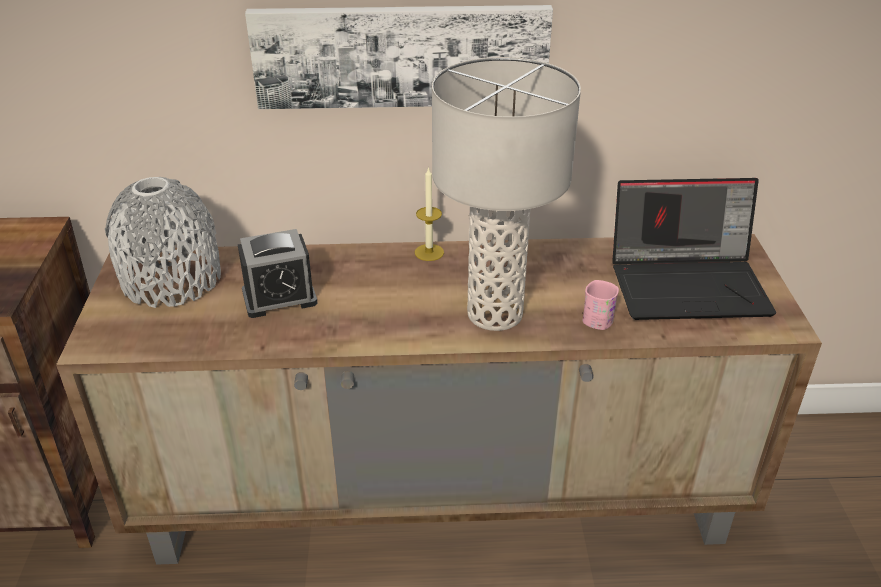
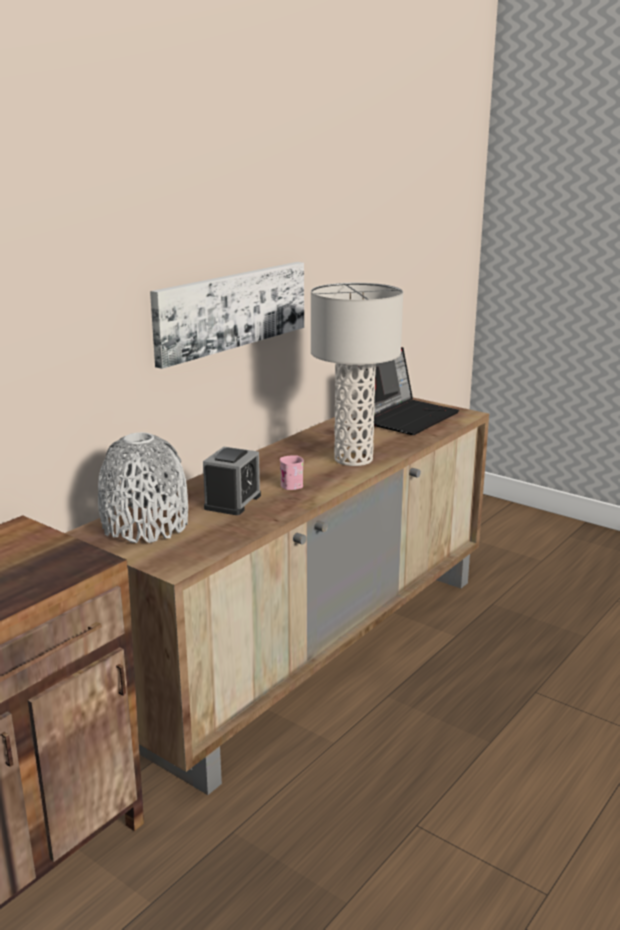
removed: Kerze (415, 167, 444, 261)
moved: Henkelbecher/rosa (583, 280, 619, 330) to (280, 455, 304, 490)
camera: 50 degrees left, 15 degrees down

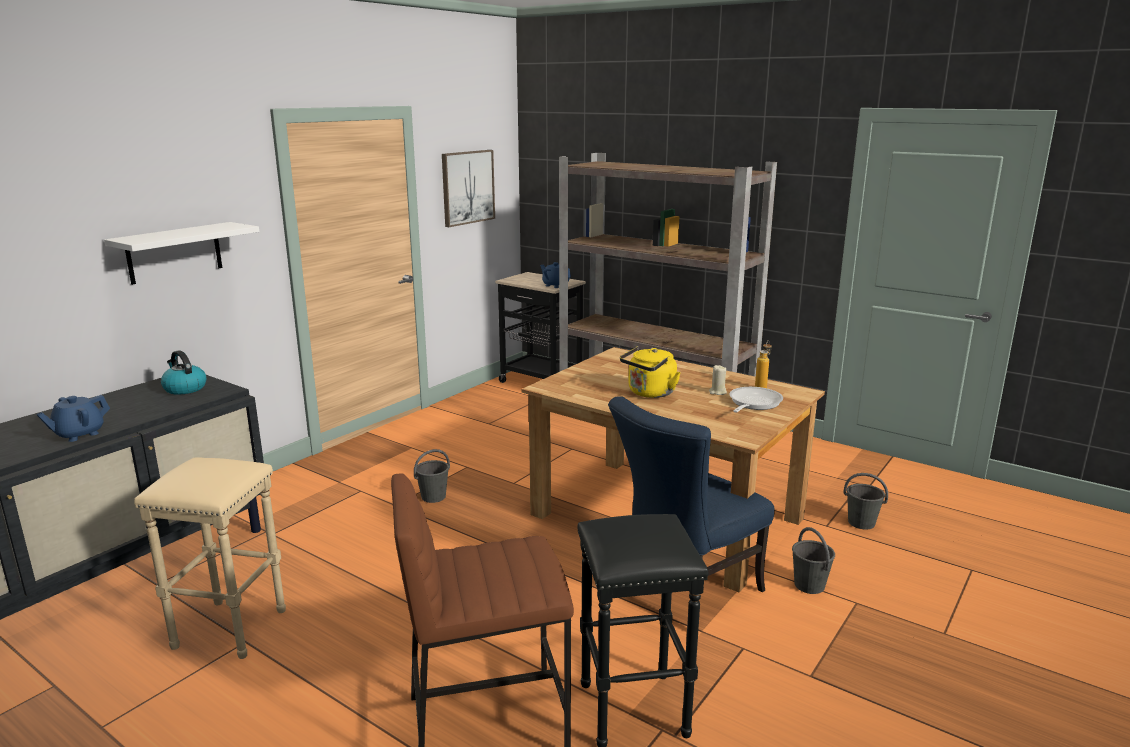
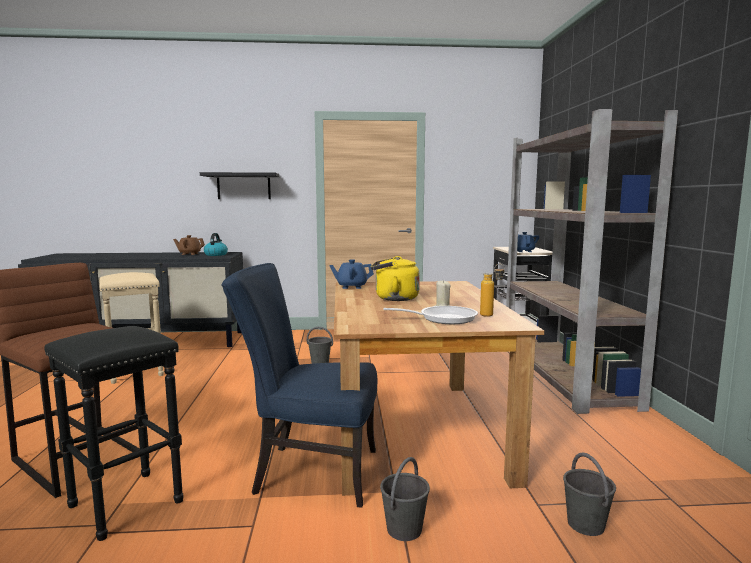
removed: Bild (442, 150, 495, 227)
added: Teekanne/braun (173, 235, 205, 255)
moved: Teekanne/blau (36, 395, 110, 442) to (330, 259, 374, 289)
recoloured: Wandregal/weiß (104, 222, 259, 285) to Wandregal/schwarz (200, 172, 279, 199)
camera: 50 degrees right, 10 degrees down

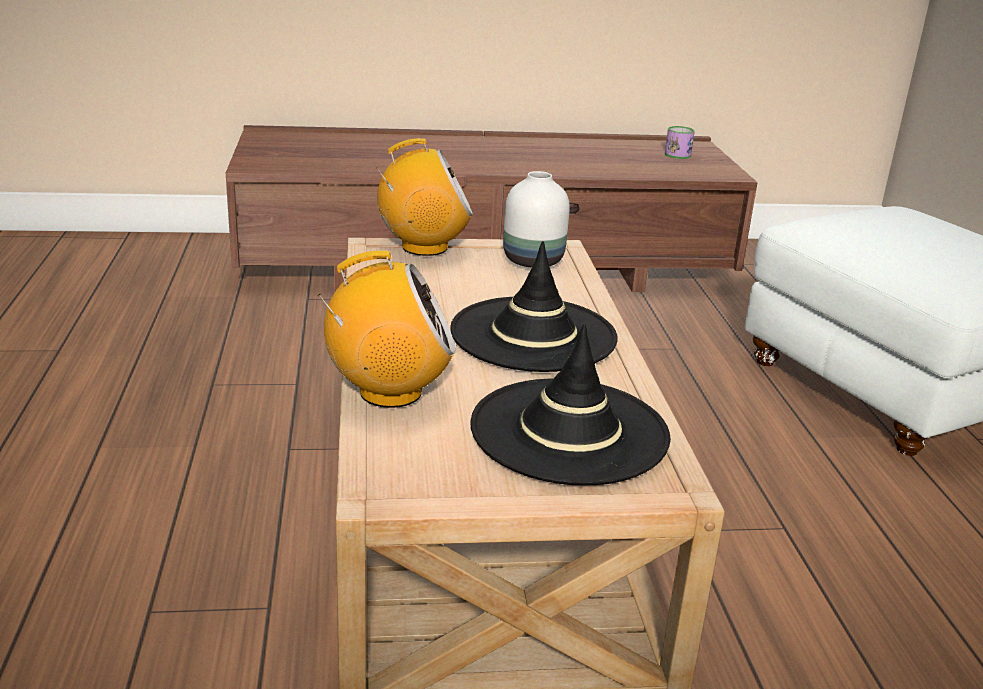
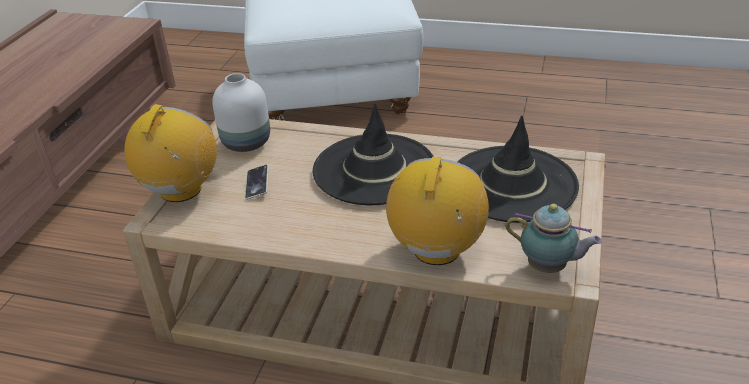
removed: Henkelbecher (665, 126, 695, 159)
added: Handy (245, 165, 269, 200); Teekanne (506, 204, 602, 273)
camera: 65 degrees left, 10 degrees up

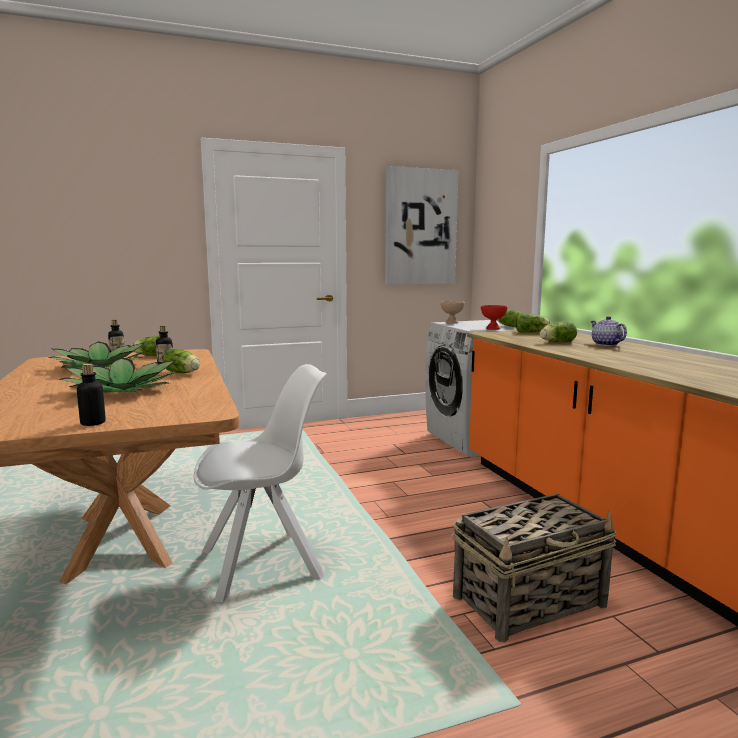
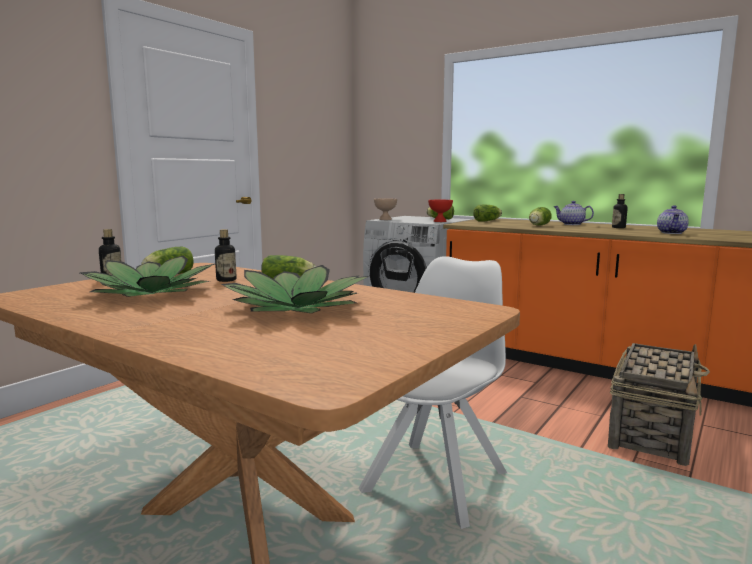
removed: Bild (385, 166, 458, 285)
added: Teekanne (657, 205, 689, 234)
moved: Flasche (77, 364, 106, 426) to (612, 194, 628, 228)
camera: 35 degrees left, 0 degrees up

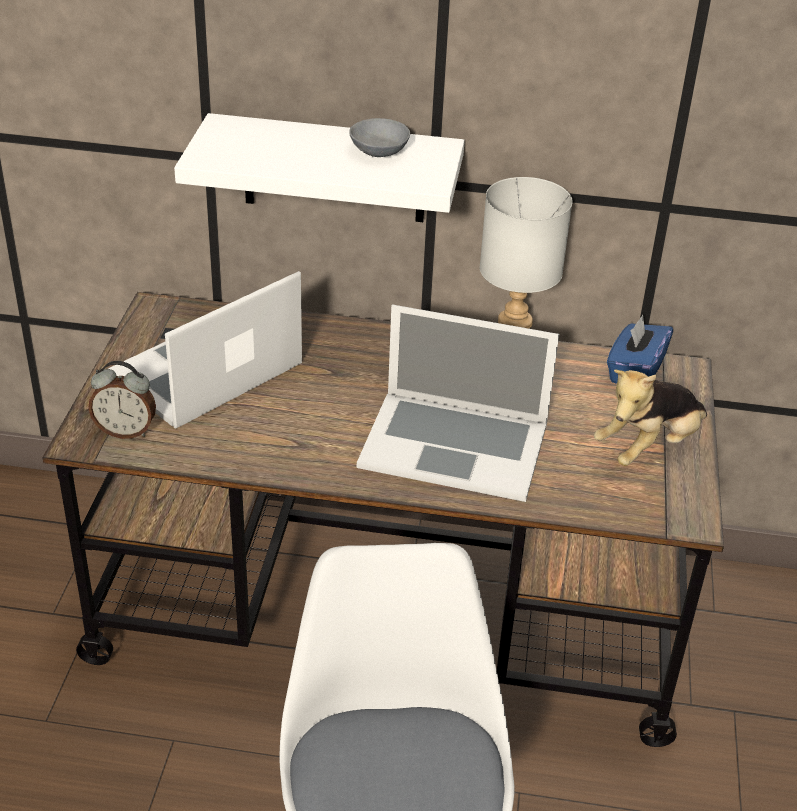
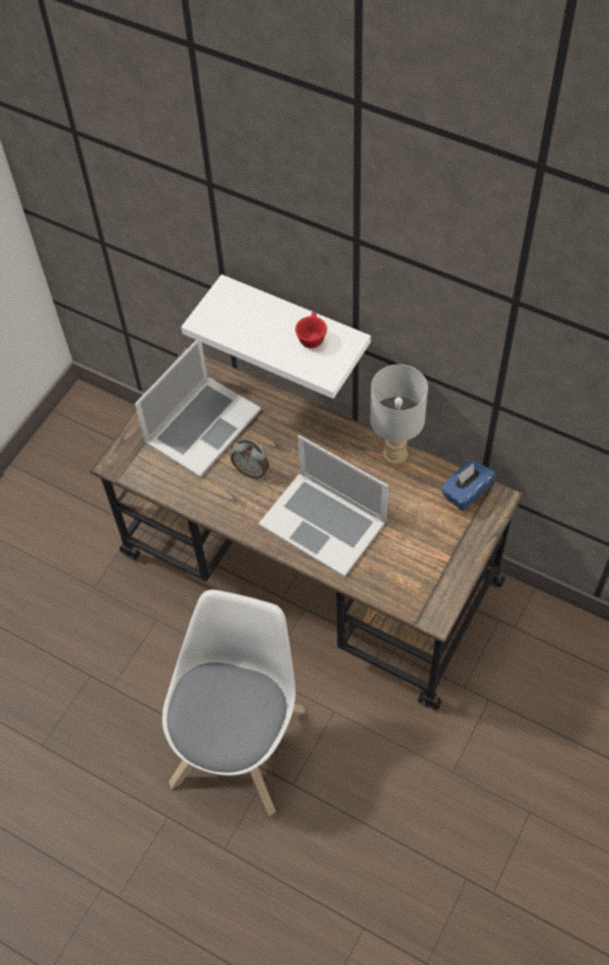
removed: Plüschtier (594, 369, 707, 466)
moved: Wecker (88, 361, 156, 439) to (231, 440, 269, 479)
replaced: Schüssel/grau (349, 118, 410, 157) to Tasse/rot (295, 312, 327, 348)
turned: Laptop (108, 271, 302, 429) = (135, 340, 261, 477) 150 degrees clockwise
camera: 25 degrees right, 20 degrees up

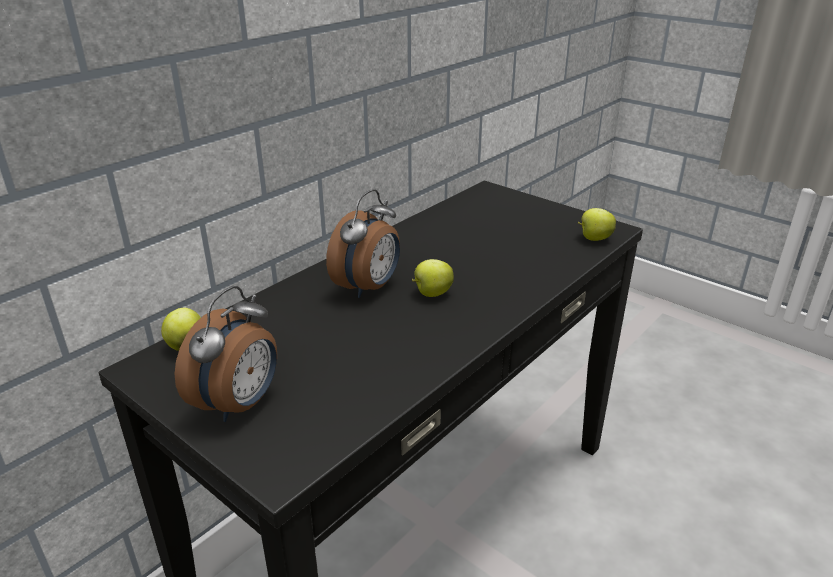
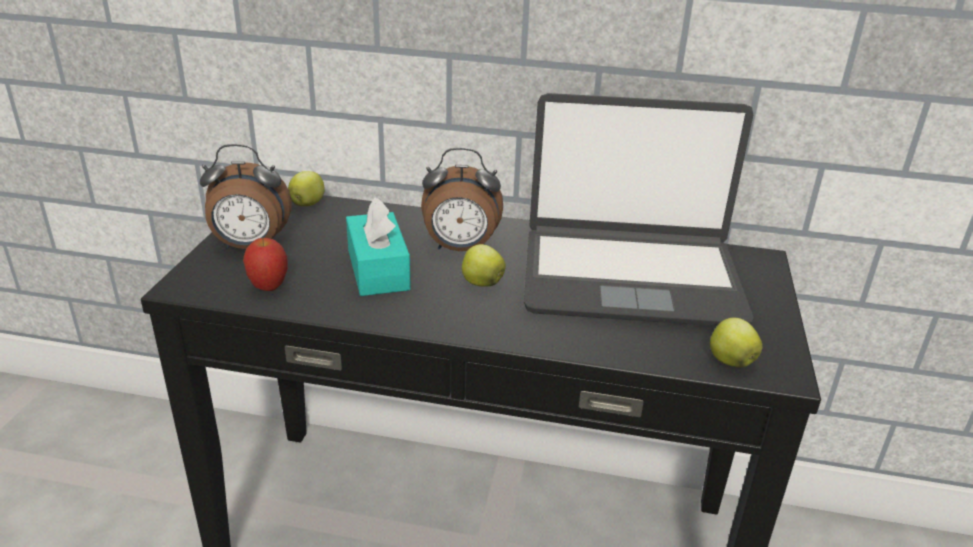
added: Apfel (243, 238, 288, 291); Taschentuchbox/türkis (346, 197, 411, 296); Laptop (524, 93, 754, 326)
camera: 60 degrees right, 0 degrees up

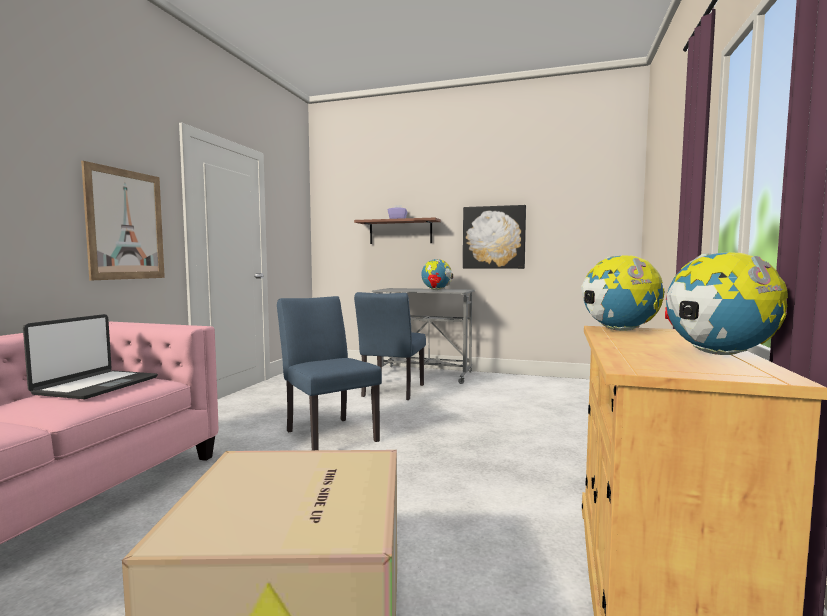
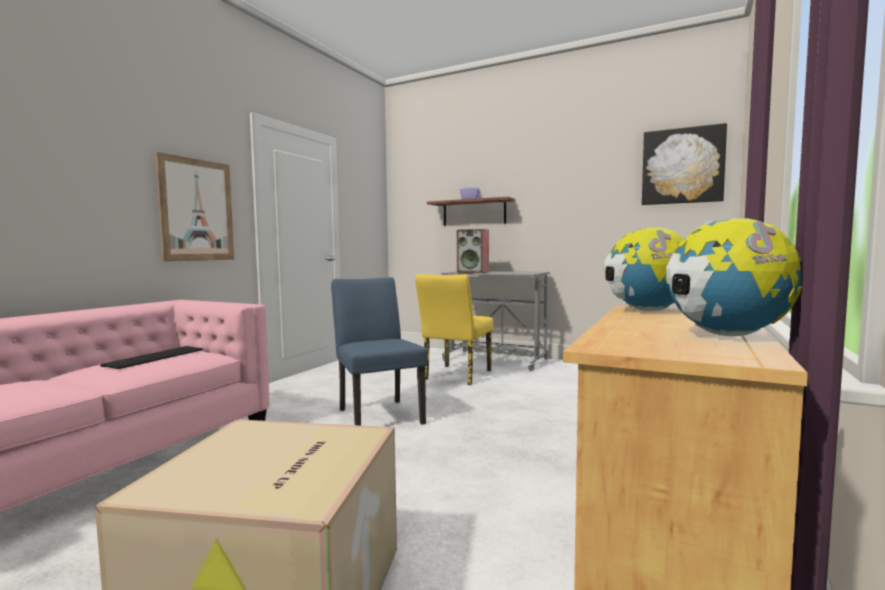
removed: Globus (421, 259, 453, 290)
added: Lautsprecher (457, 229, 489, 273)
moved: Bild (463, 205, 526, 269) to (642, 123, 727, 205)
replaced: Laptop (23, 314, 158, 399) to Tastatur (100, 346, 203, 369)
recoloured: Stuhl/blau (354, 292, 426, 400) to Stuhl/gelb (415, 274, 493, 385)
camera: 10 degrees right, 0 degrees up

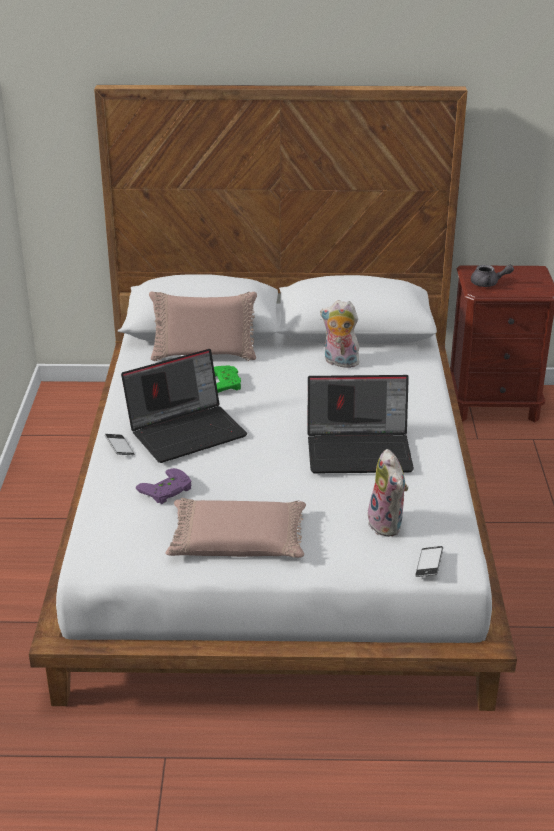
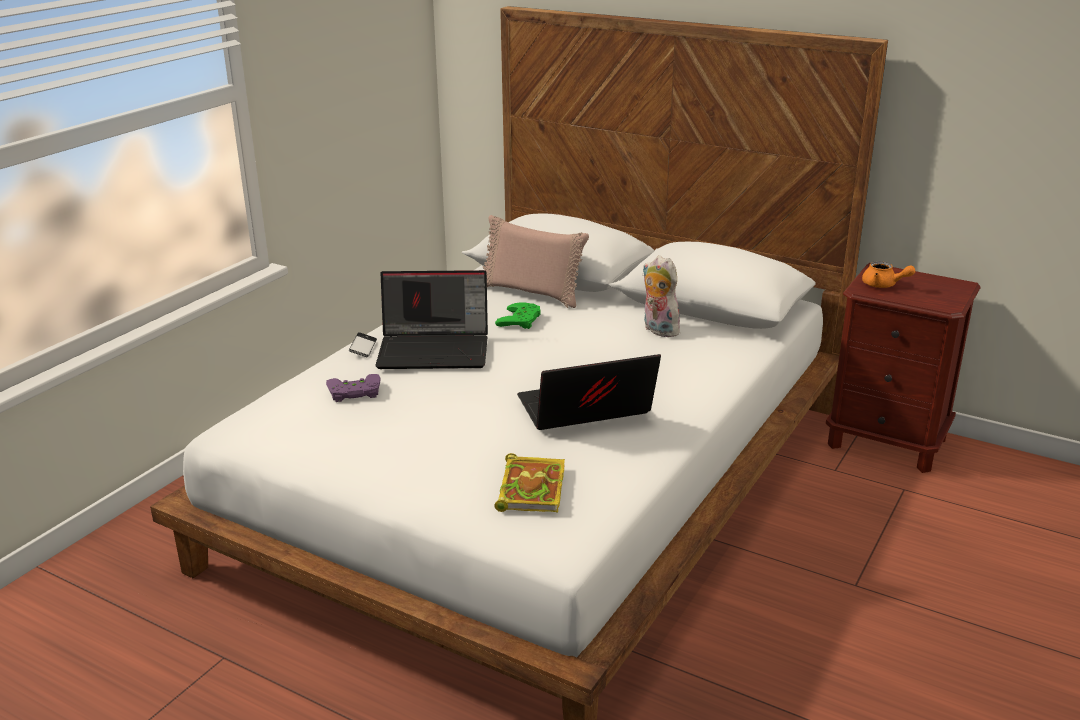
removed: Kissen/beige (165, 498, 306, 558); Handy (415, 546, 443, 577)
replaced: Plüschtier (368, 449, 408, 537) to Buch (494, 453, 565, 513)
recoloured: Teekanne/grau (471, 265, 514, 287) to Teekanne/orange (862, 261, 915, 288)
turned: Laptop (308, 375, 414, 473) = (517, 354, 661, 430) 135 degrees clockwise
camera: 30 degrees right, 5 degrees down

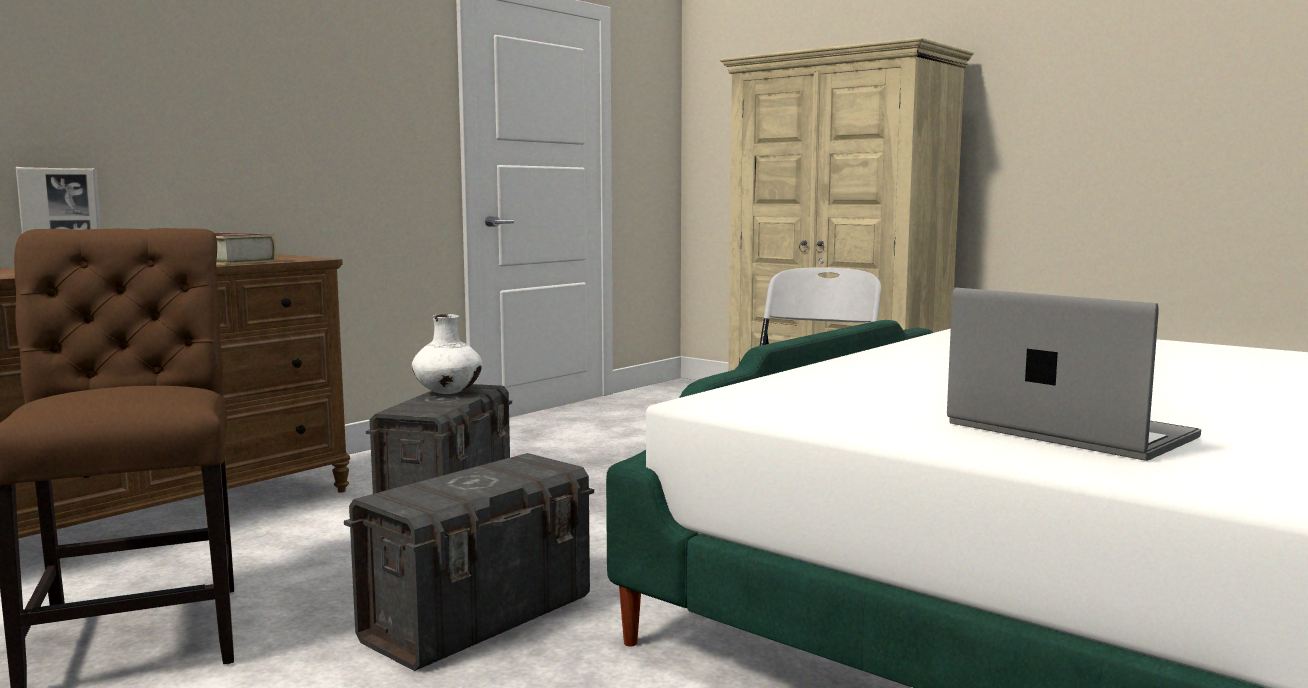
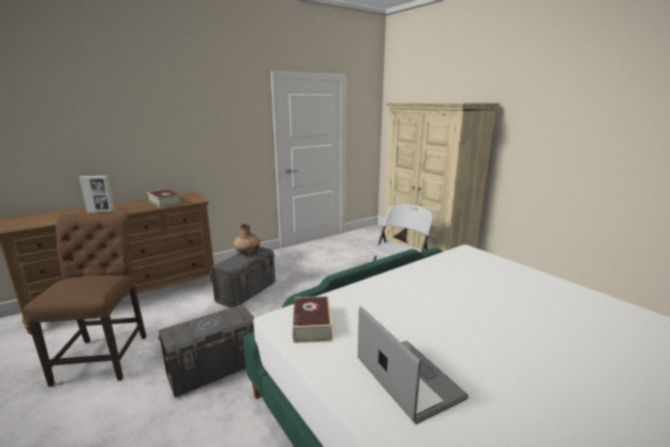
added: Buch (292, 296, 332, 343)
recoloured: Vase/weiß (412, 314, 482, 394) to Vase/braun (233, 224, 260, 255)
camera: 15 degrees right, 10 degrees up

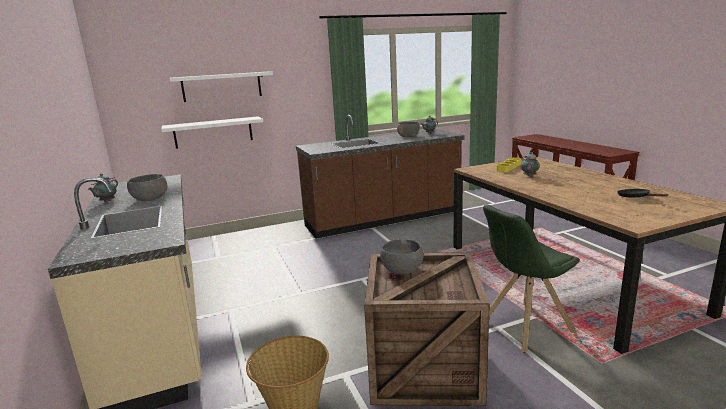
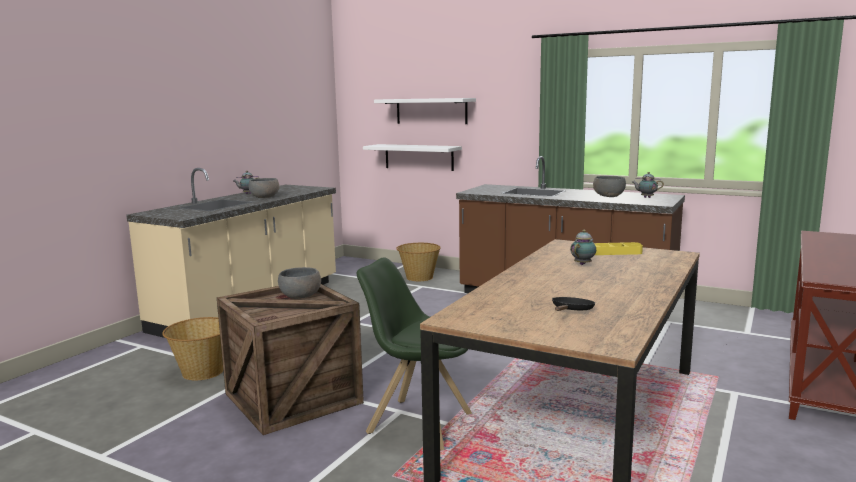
added: Korb (396, 243, 441, 281)
camera: 50 degrees right, 5 degrees down

